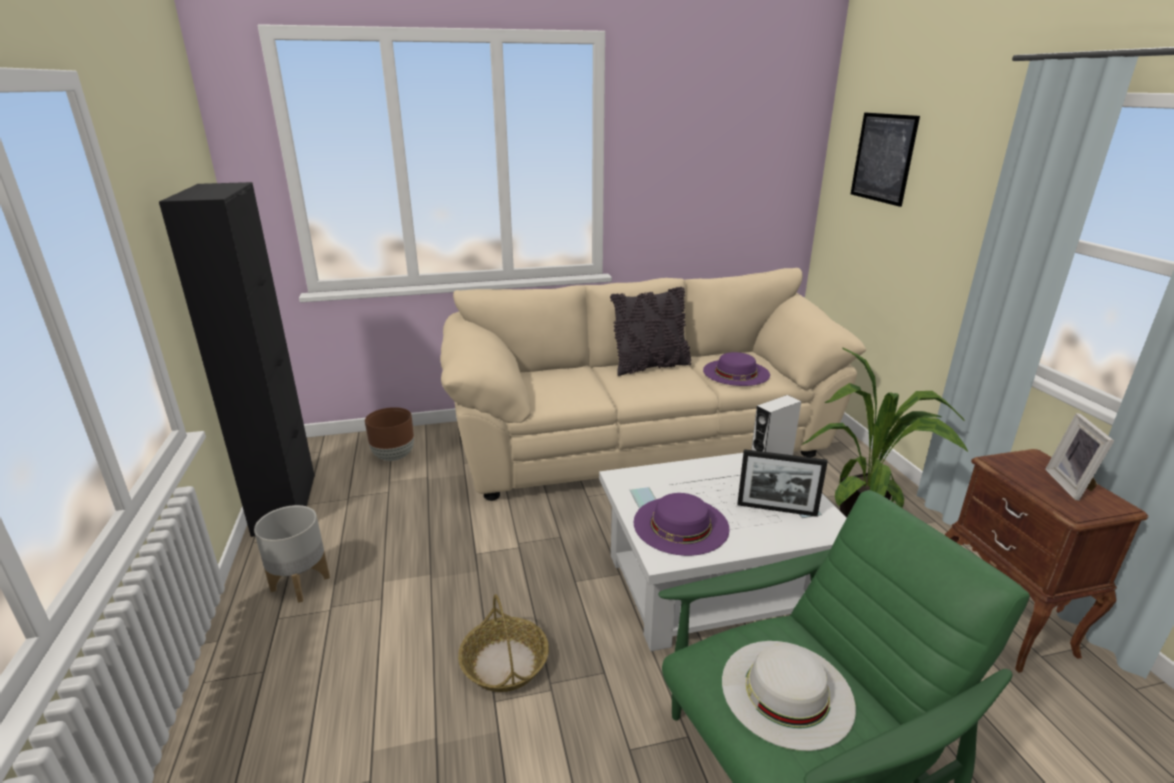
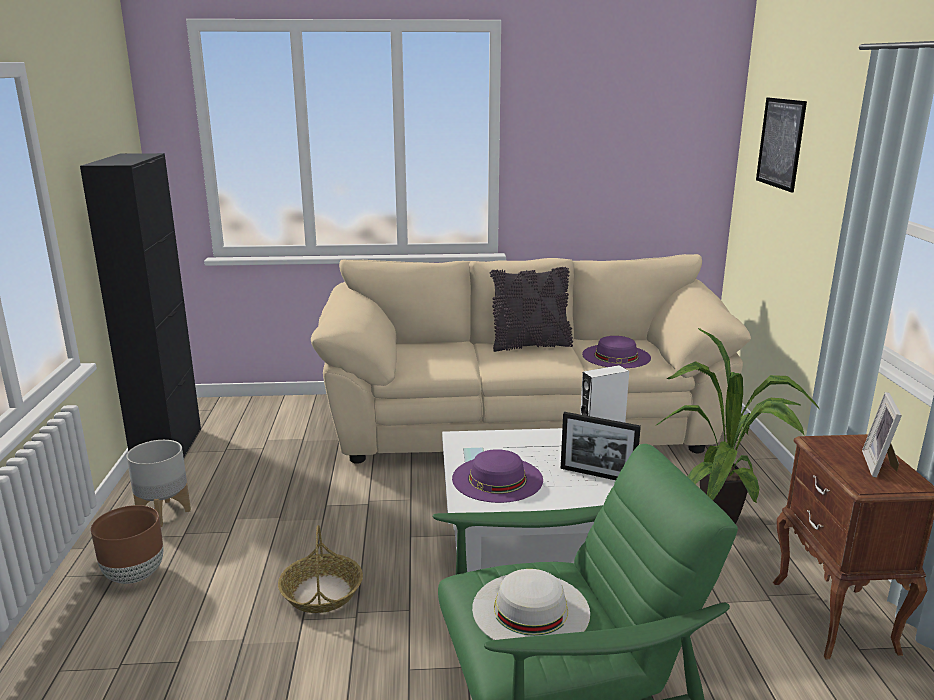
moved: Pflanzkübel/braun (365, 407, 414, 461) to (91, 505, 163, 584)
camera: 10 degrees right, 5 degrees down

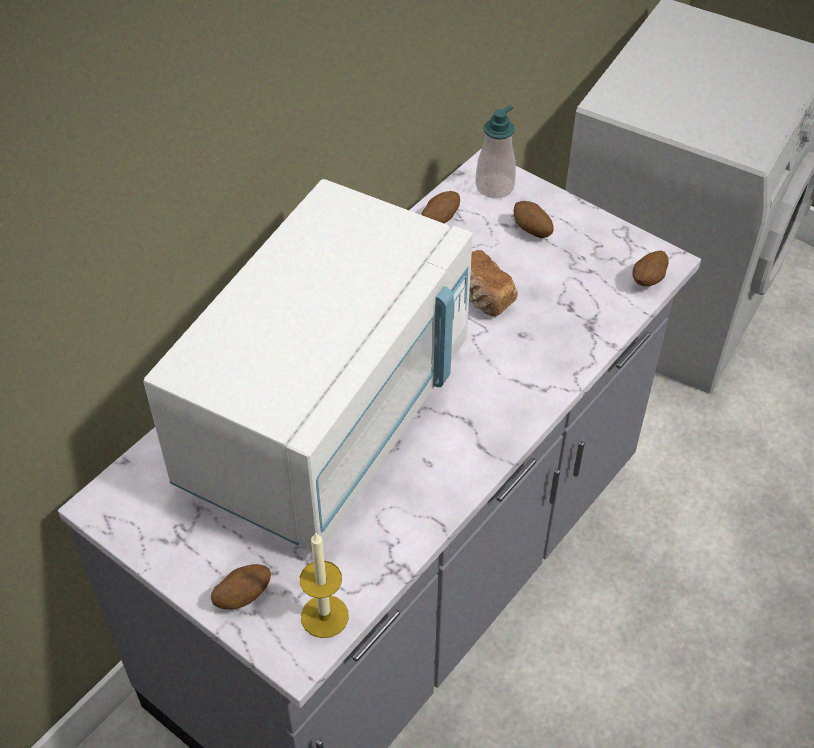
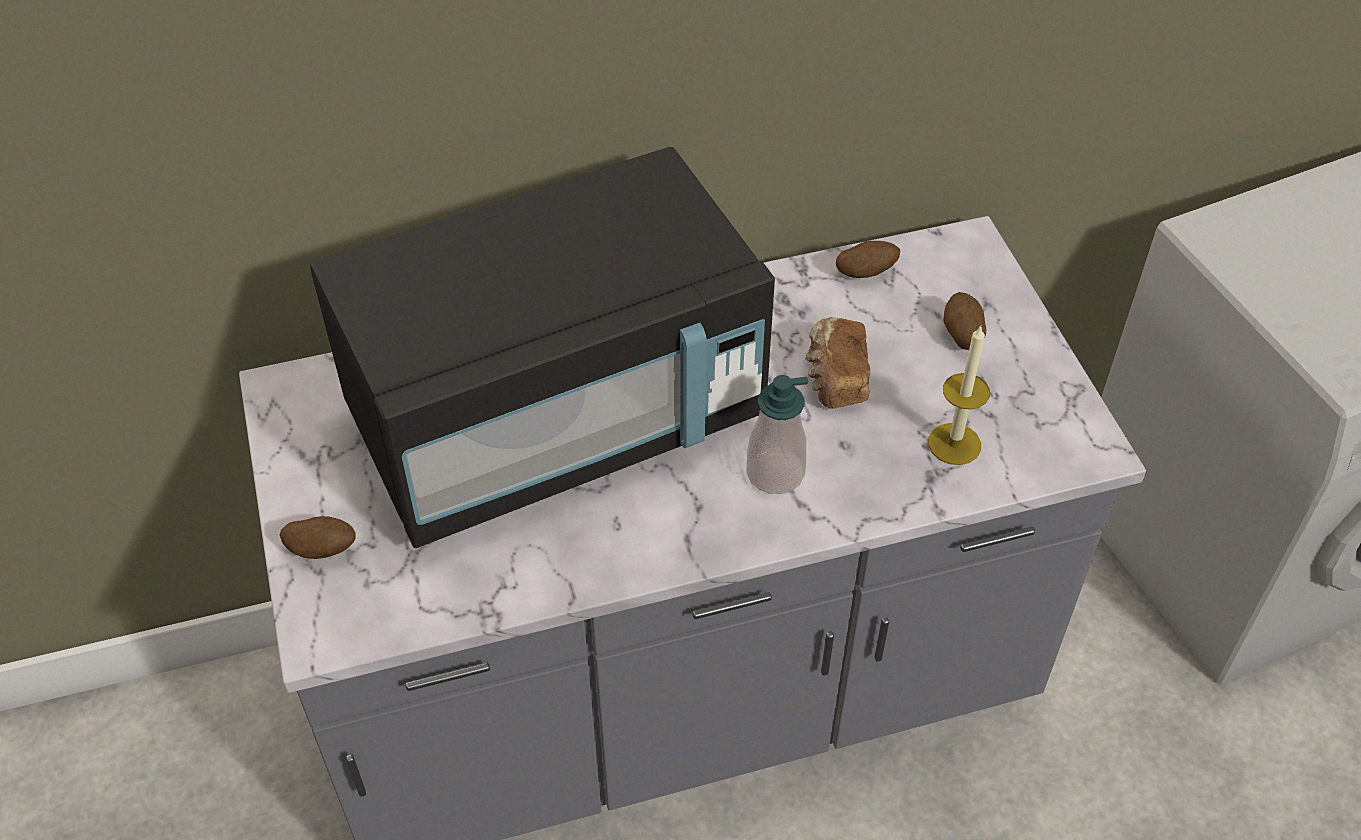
removed: Kartoffel (632, 251, 669, 286)
moved: Kerze (300, 533, 349, 638) to (928, 326, 990, 465); Seifenspender (475, 105, 516, 198) to (746, 375, 808, 494)
recoloured: Mikrowelle/weiß (143, 179, 473, 551) to Mikrowelle/schwarz (310, 147, 775, 548)
camera: 35 degrees right, 0 degrees up

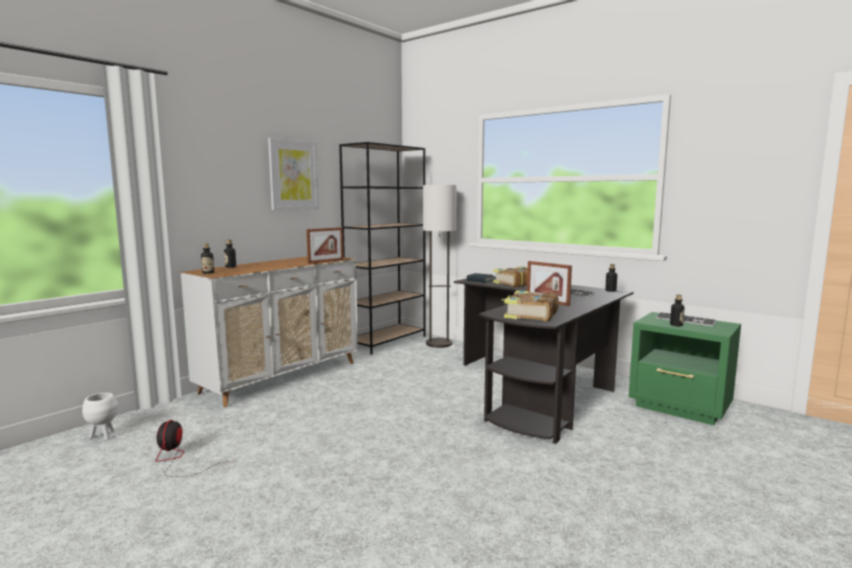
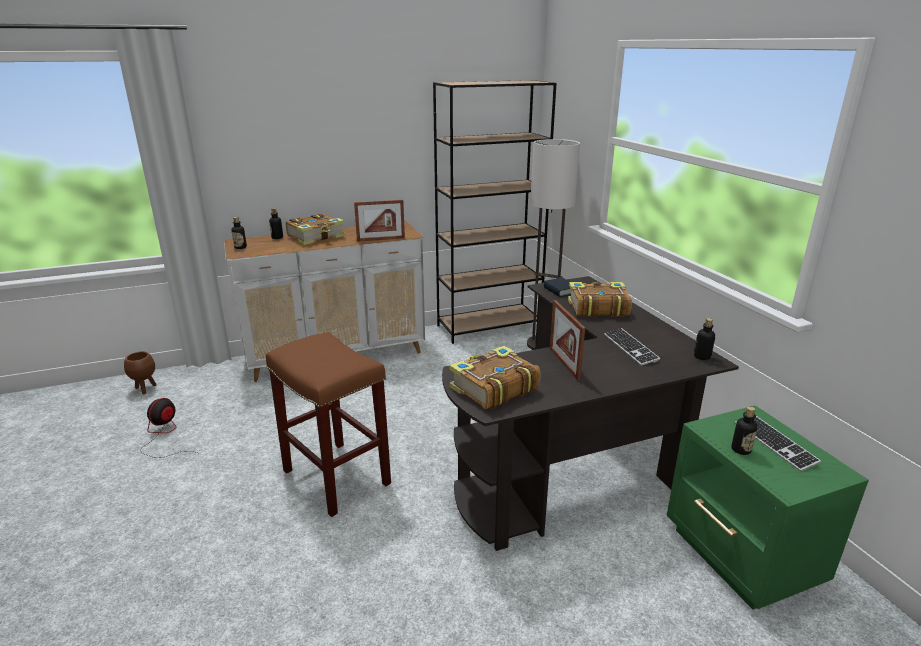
removed: Bild (268, 138, 319, 210)
added: Hocker/braun (266, 332, 391, 517); Buch (286, 214, 345, 245)
recoloured: Pflanzkübel/weiß (82, 393, 118, 440) to Pflanzkübel/braun (124, 352, 157, 394)
camera: 30 degrees right, 15 degrees up

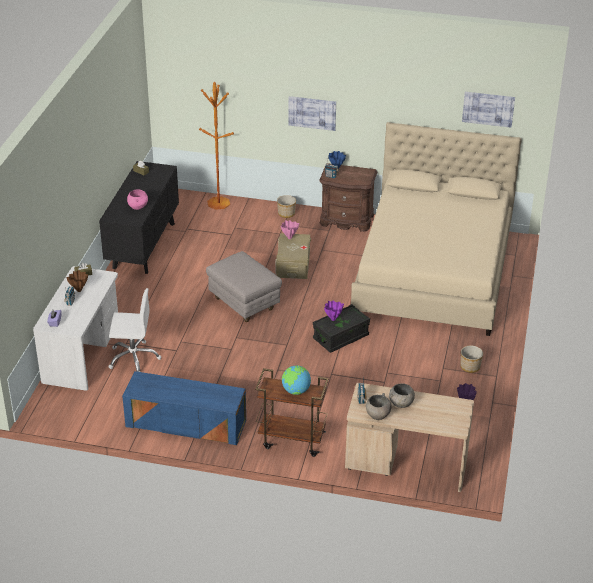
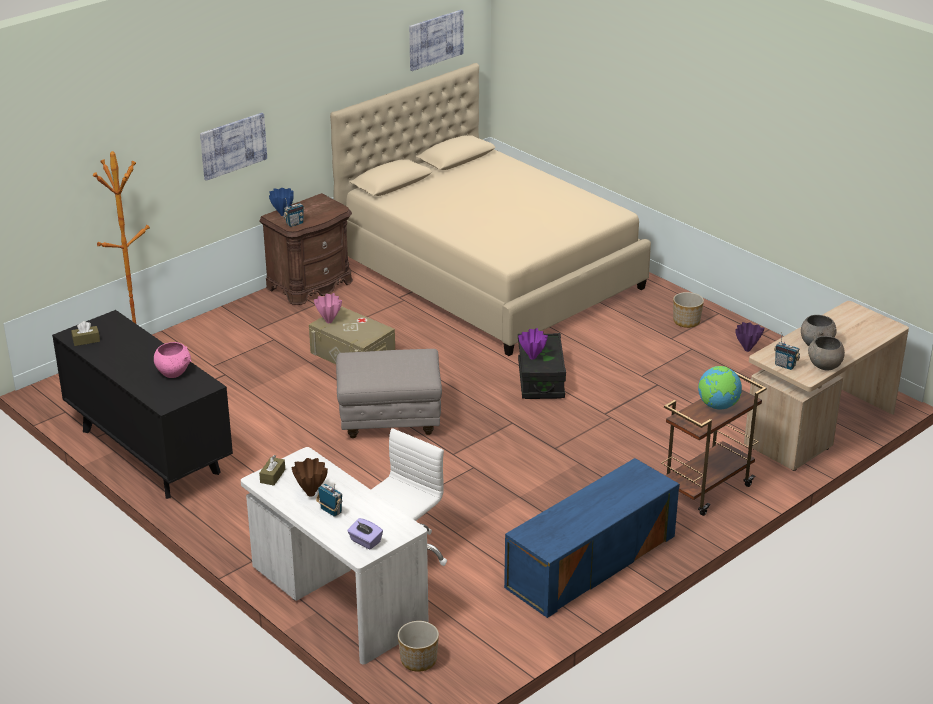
moved: Pflanzkübel (277, 195, 296, 218) to (398, 621, 439, 672)
camera: 55 degrees left, 5 degrees down

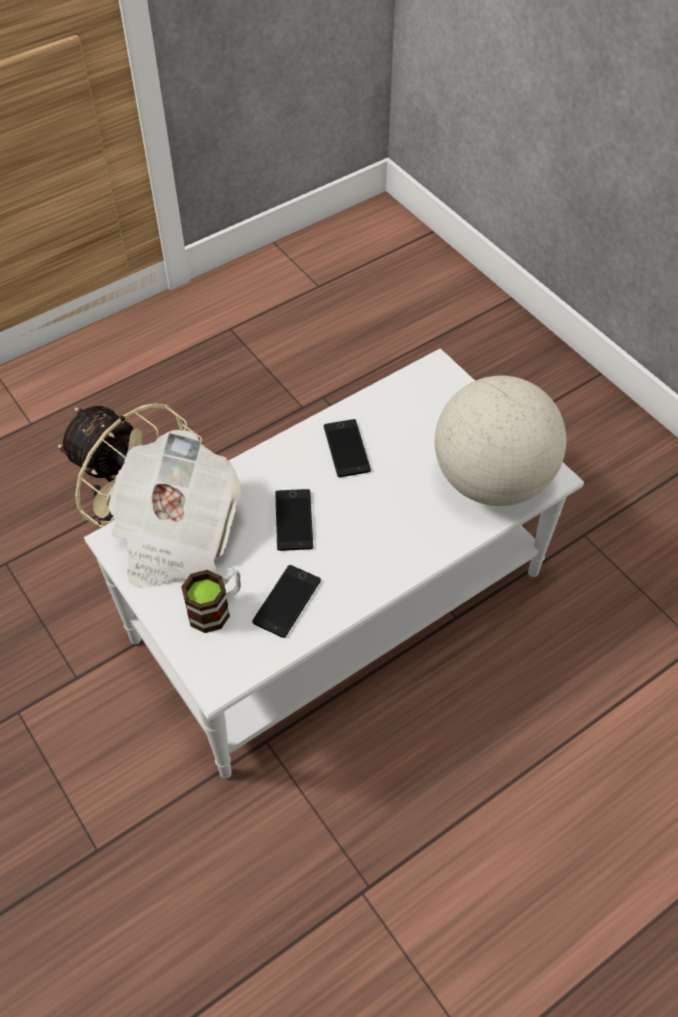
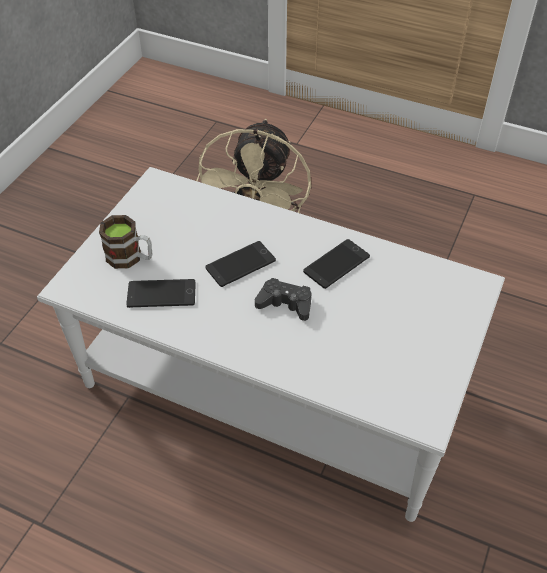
removed: Zeitung (107, 430, 241, 588); Globus (435, 376, 566, 506)
added: Gamepad/schwarz (255, 278, 311, 321)
camera: 60 degrees right, 5 degrees down

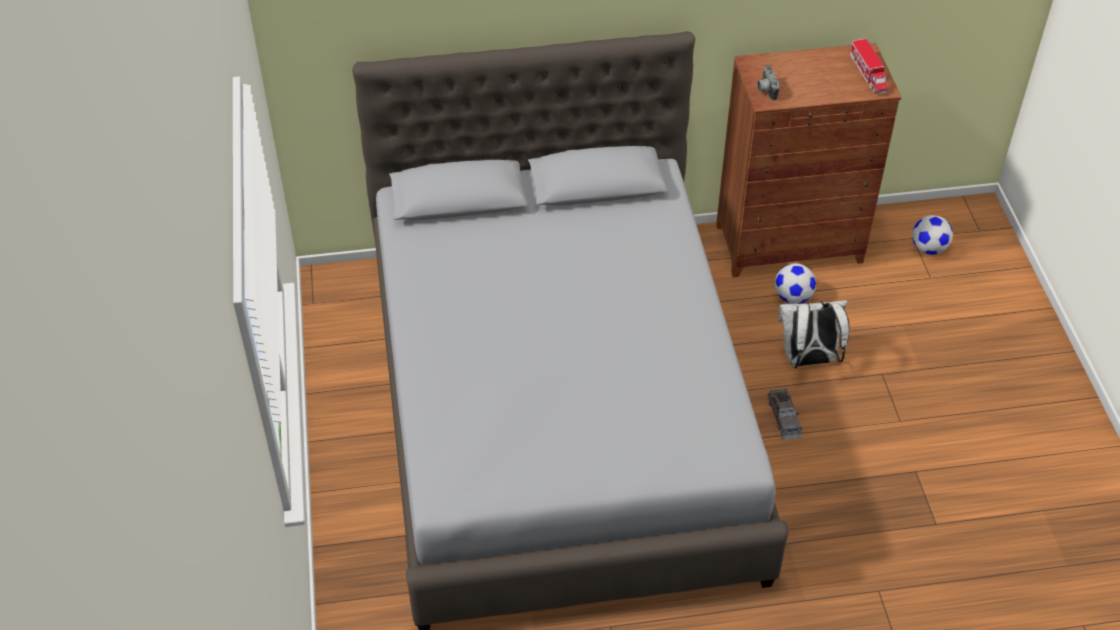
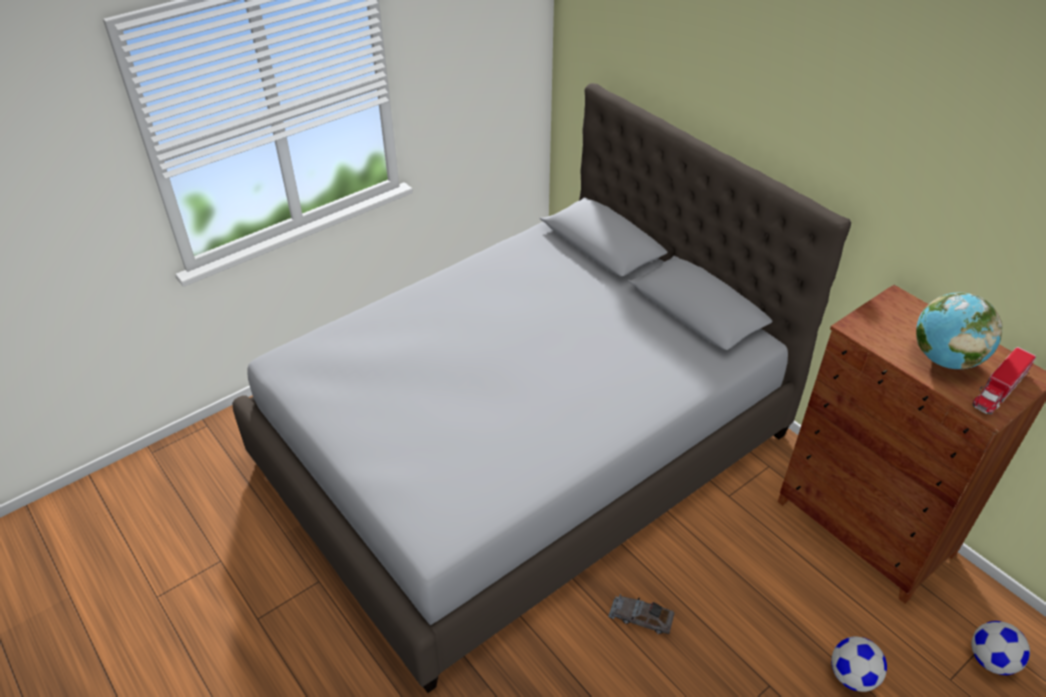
removed: Kamera (757, 65, 780, 101); Rucksack/weiß (778, 299, 850, 368)
added: Globus (916, 292, 1003, 369)
moved: Fußball (775, 263, 816, 304) to (831, 637, 887, 692)
turned: Spielzeugauto/grau (767, 388, 802, 440) = (608, 594, 674, 634) 60 degrees clockwise
camera: 60 degrees right, 5 degrees down

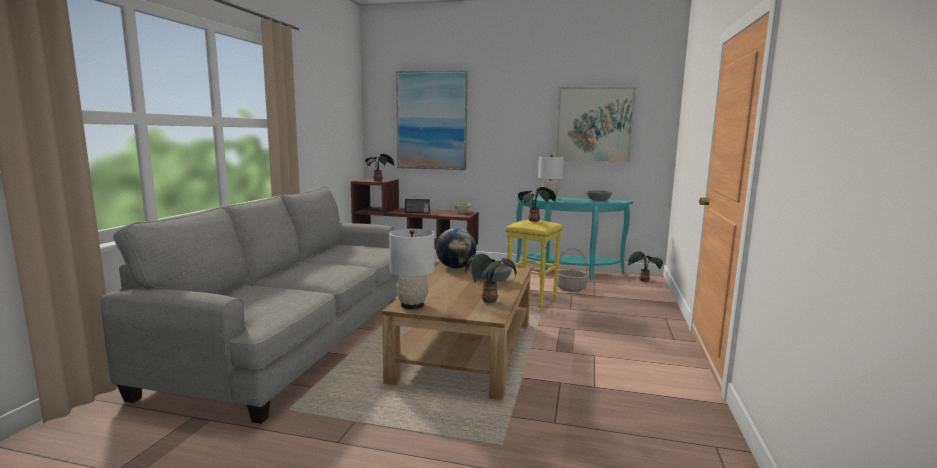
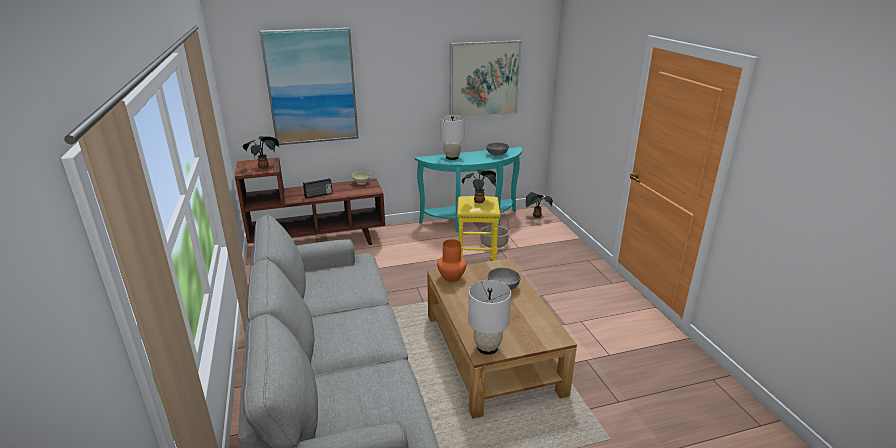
removed: Topfpflanze (465, 254, 517, 303)
replaced: Globus (436, 228, 476, 268) to Vase/orange (437, 239, 467, 282)
camera: 30 degrees left, 15 degrees up

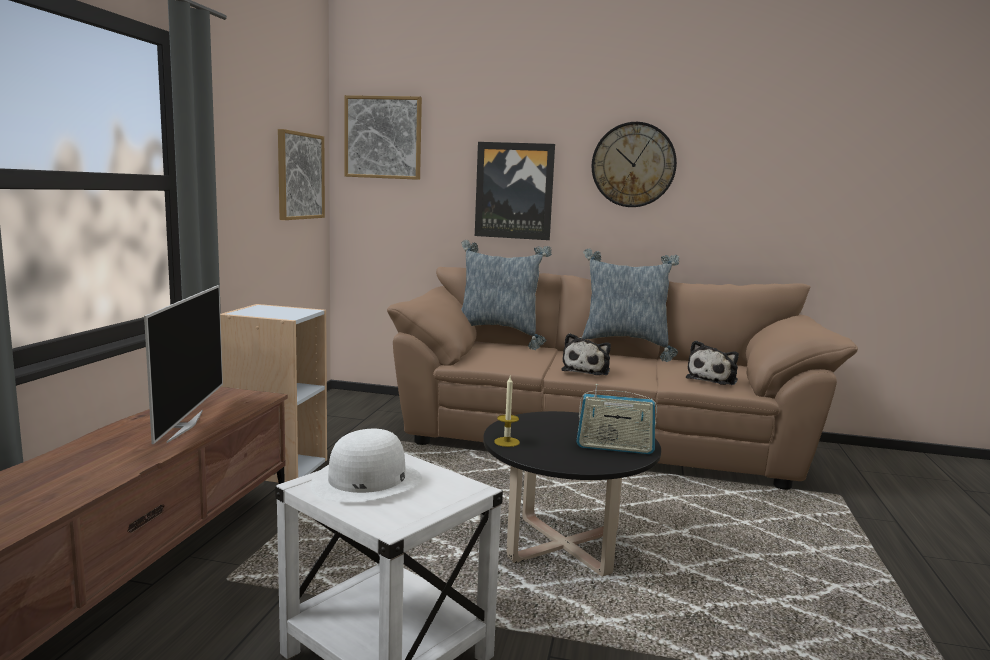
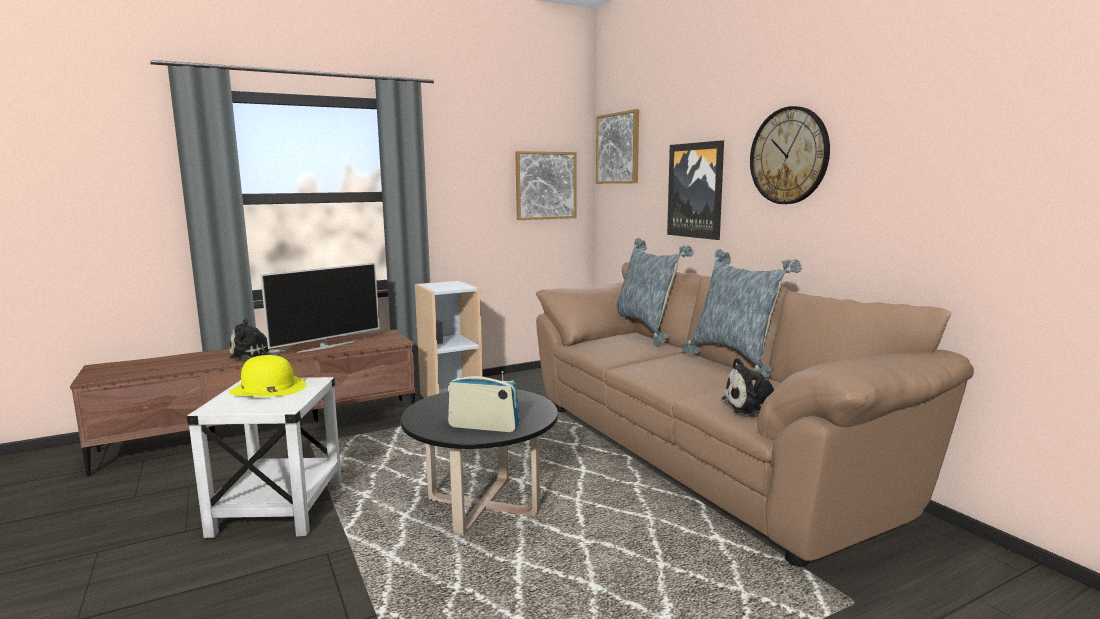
removed: Kerze (494, 377, 520, 447)
moved: Plüschtier (562, 333, 611, 375) to (230, 319, 289, 360)
recoloured: Hut/weiß (310, 429, 422, 503) to Hut/gelb (229, 355, 307, 397)
turned: Radio (576, 384, 657, 454) = (448, 371, 520, 432) 135 degrees clockwise
camera: 50 degrees right, 0 degrees up

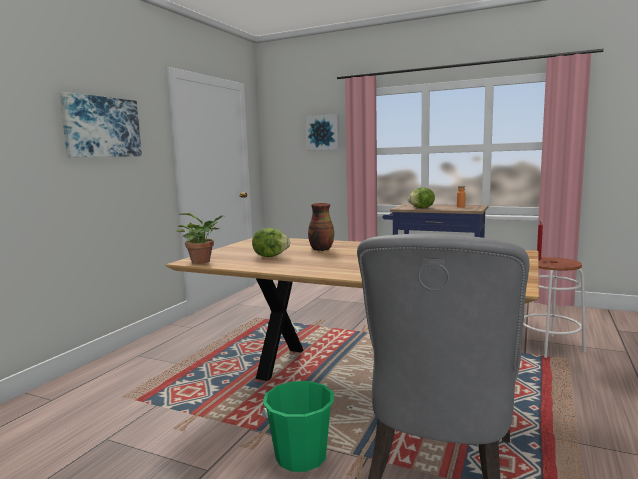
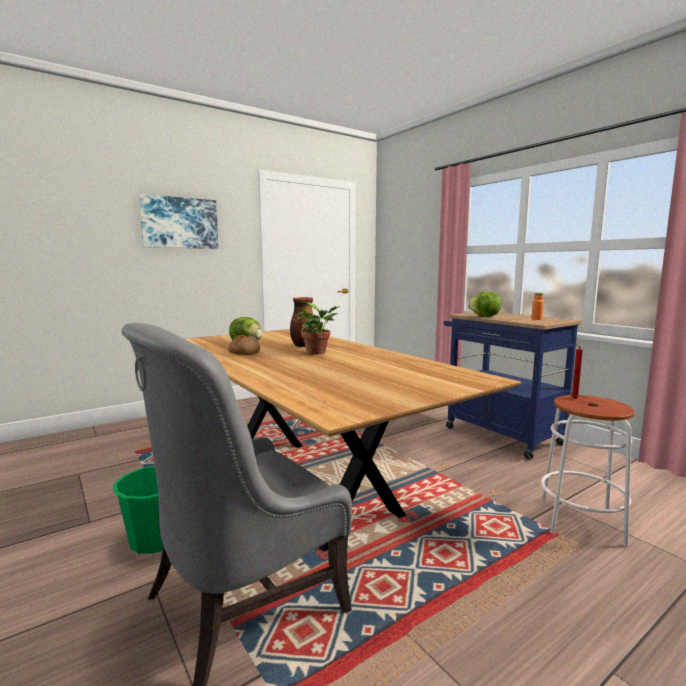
removed: Bild (306, 114, 339, 151)
added: Brot (228, 335, 260, 355)
moved: Topfpflanze (176, 213, 226, 264) to (297, 301, 340, 355)
camera: 30 degrees right, 0 degrees up

